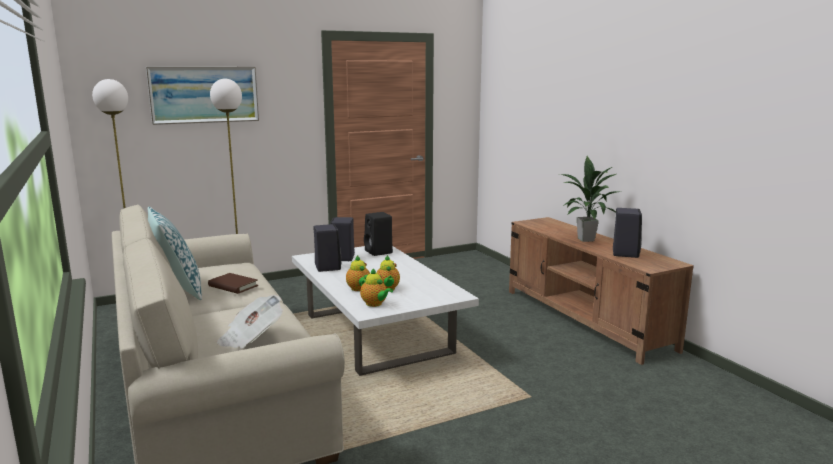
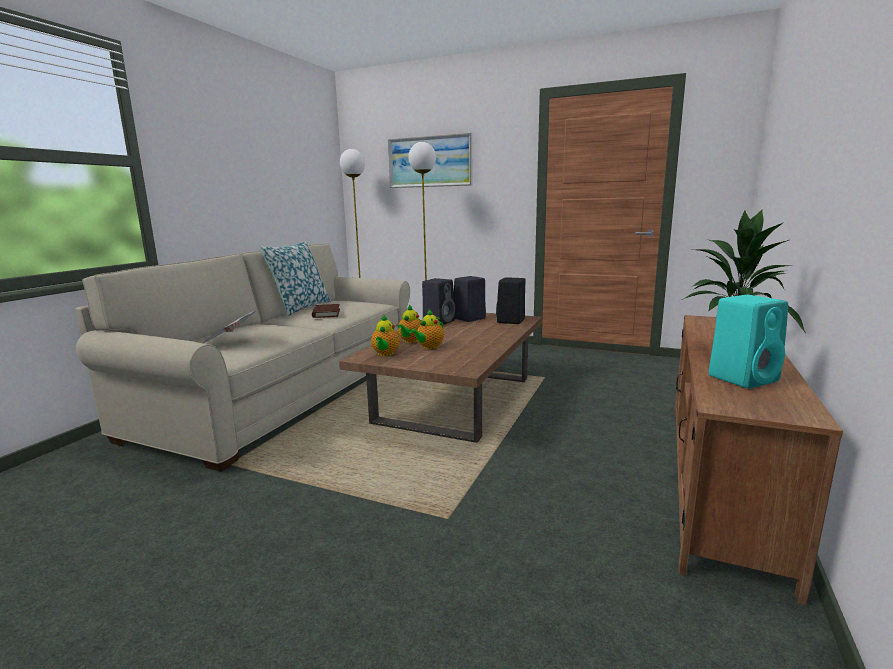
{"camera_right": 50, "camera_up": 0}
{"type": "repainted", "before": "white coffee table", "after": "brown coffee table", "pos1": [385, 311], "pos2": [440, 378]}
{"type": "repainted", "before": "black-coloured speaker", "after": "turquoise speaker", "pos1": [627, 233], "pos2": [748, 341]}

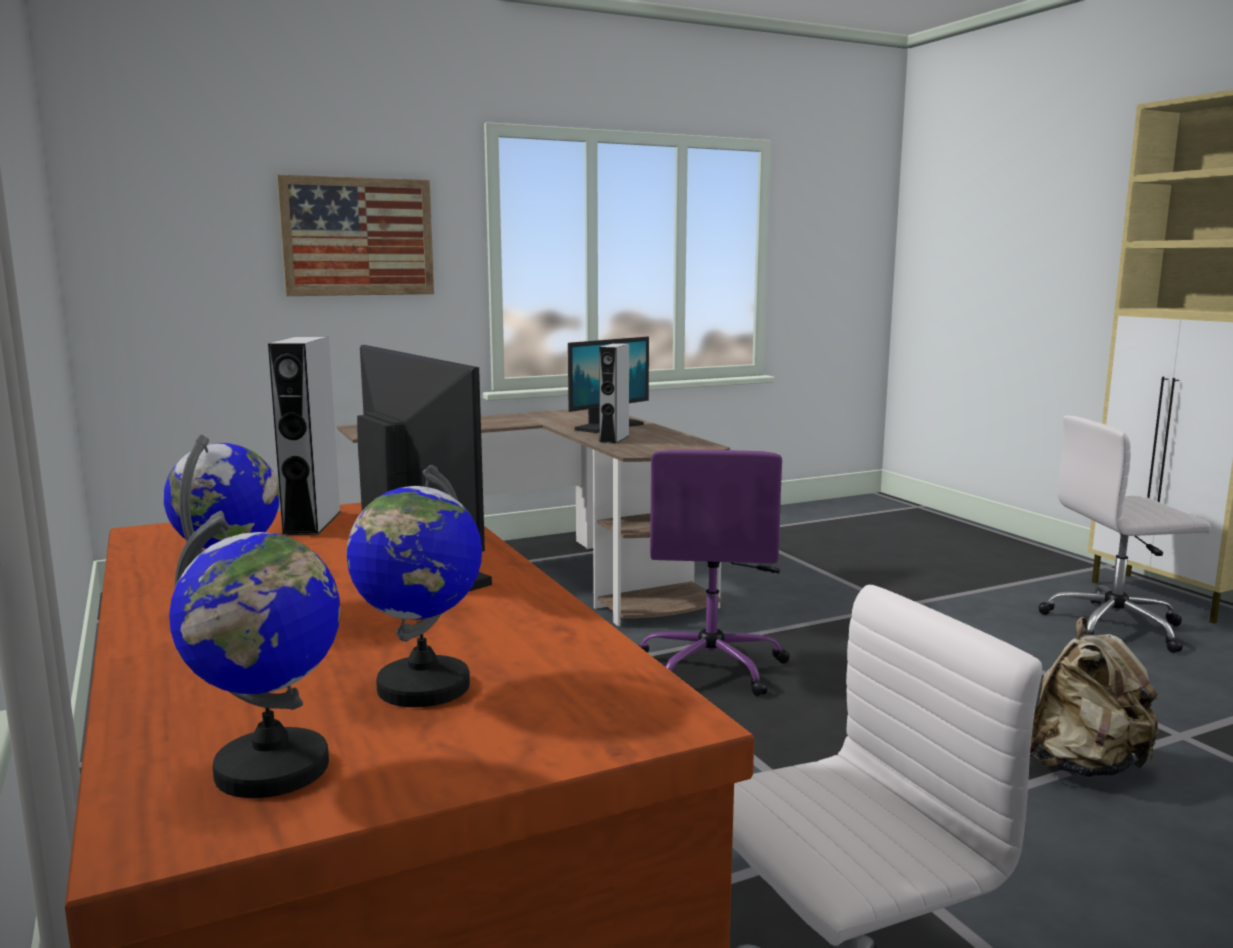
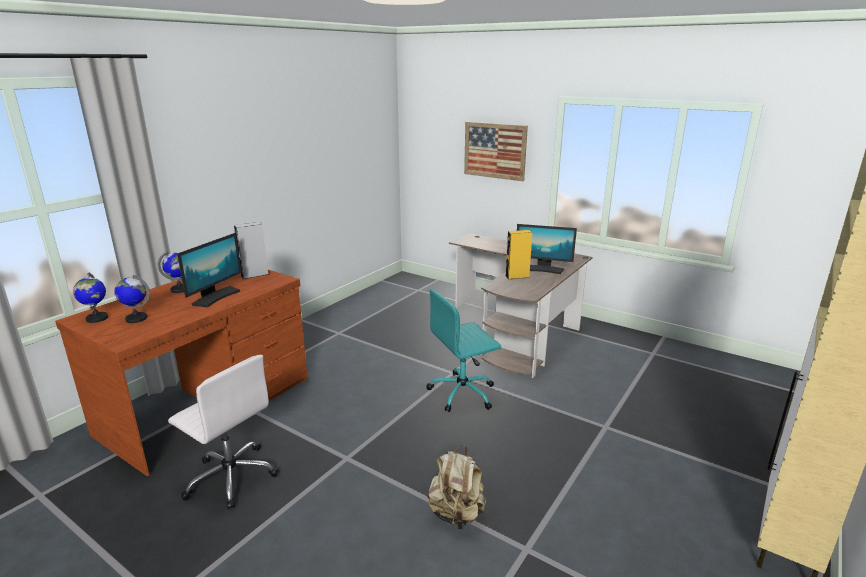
{"camera_right": 60, "camera_up": 10}
{"type": "gone", "before": "white computer chair", "pos1": [1125, 534]}
{"type": "repainted", "before": "gray speaker", "after": "yellowish speaker", "pos1": [614, 393], "pos2": [518, 254]}
{"type": "repainted", "before": "purplish computer chair", "after": "turquoise computer chair", "pos1": [714, 573], "pos2": [463, 351]}

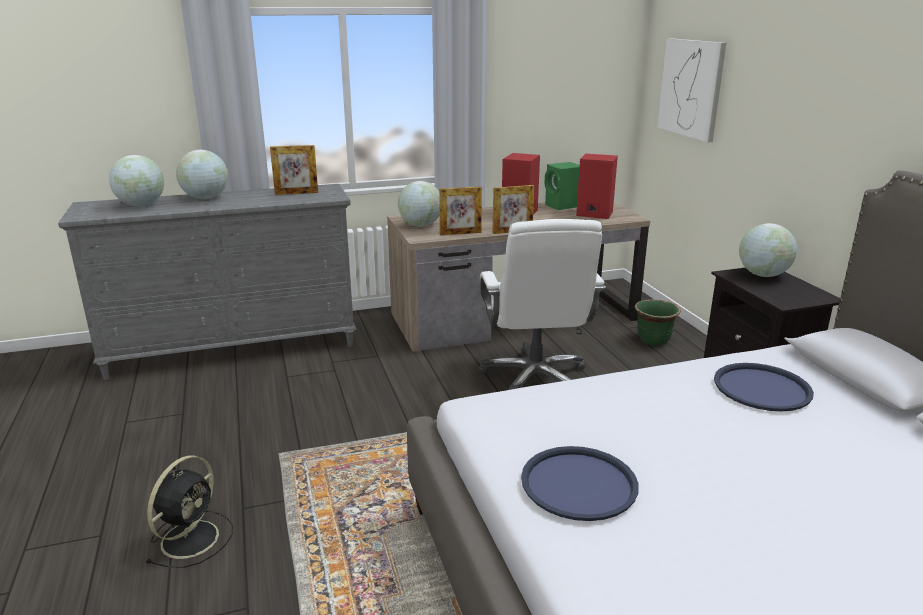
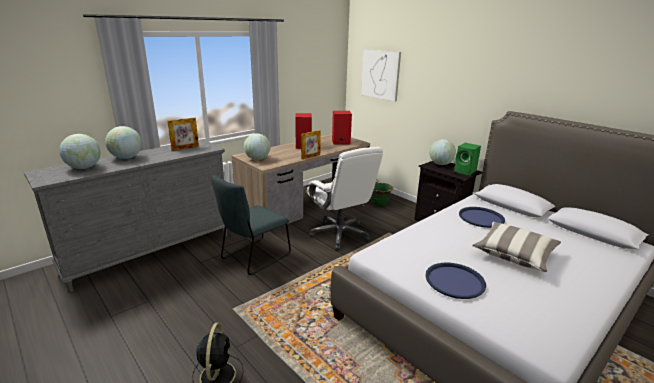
{"camera_right": -25, "camera_up": 0}
{"type": "gone", "before": "photo frame", "pos1": [460, 211]}
{"type": "new", "after": "gray plain chair", "pos2": [251, 225]}
{"type": "new", "after": "throw pillow", "pos2": [516, 247]}
{"type": "shifted", "before": "green speaker", "pos1": [562, 186], "pos2": [467, 159]}

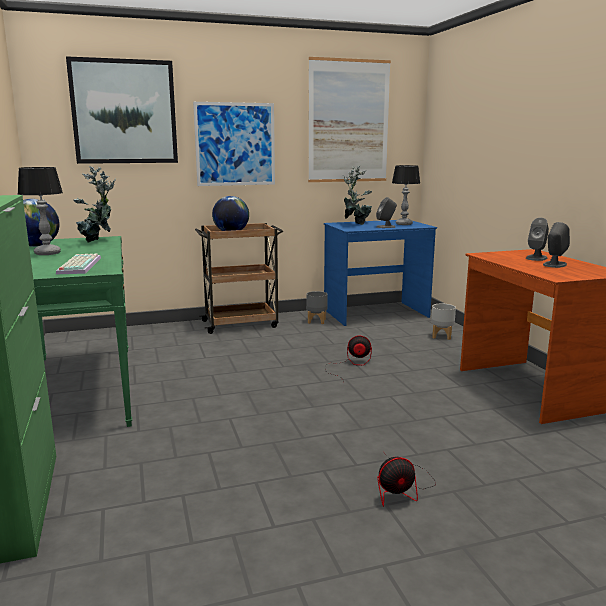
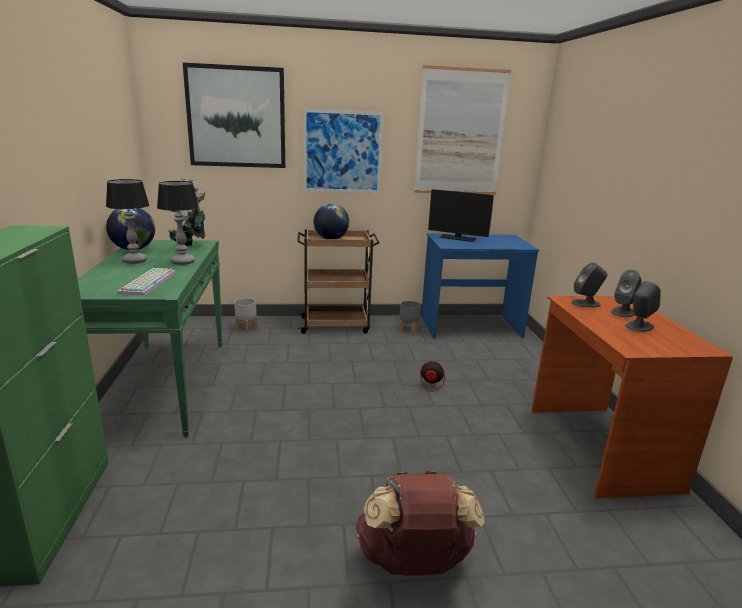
{"camera_right": 10, "camera_up": 5}
{"type": "shifted", "before": "gray speaker", "pos1": [386, 212], "pos2": [589, 284]}
{"type": "shifted", "before": "tabletop lamp", "pos1": [406, 195], "pos2": [178, 223]}
{"type": "shifted", "before": "gray flower pot", "pos1": [443, 322], "pos2": [245, 315]}
{"type": "swapped", "before": "plant in a pot", "after": "monitor", "pos1": [357, 195], "pos2": [461, 215]}
{"type": "swapped", "before": "electric fan", "after": "brown knapsack", "pos1": [406, 480], "pos2": [420, 523]}

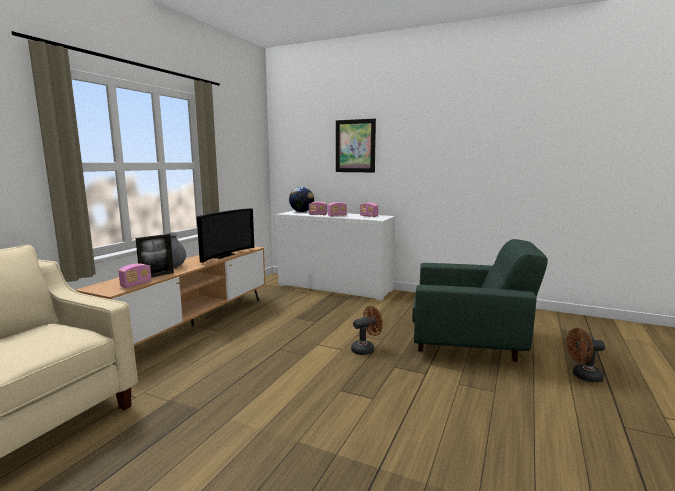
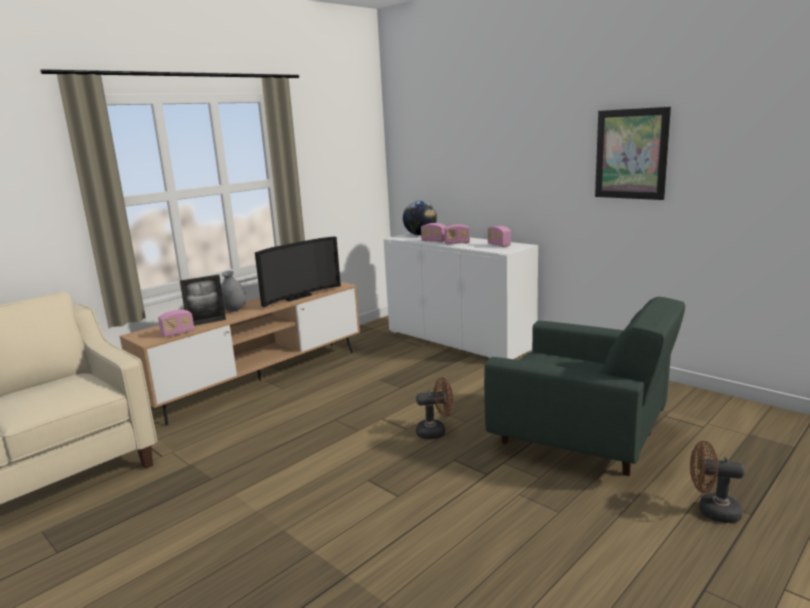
{"camera_right": 20, "camera_up": 5}
{"type": "shifted", "before": "wall picture", "pos1": [356, 145], "pos2": [633, 153]}

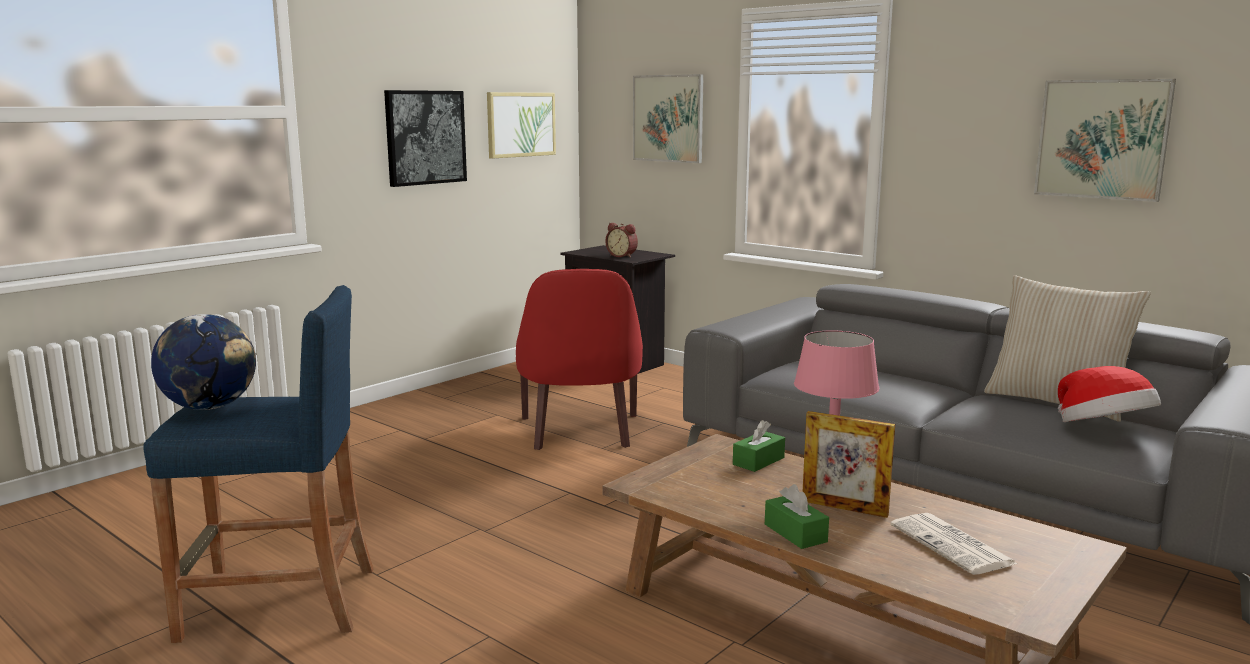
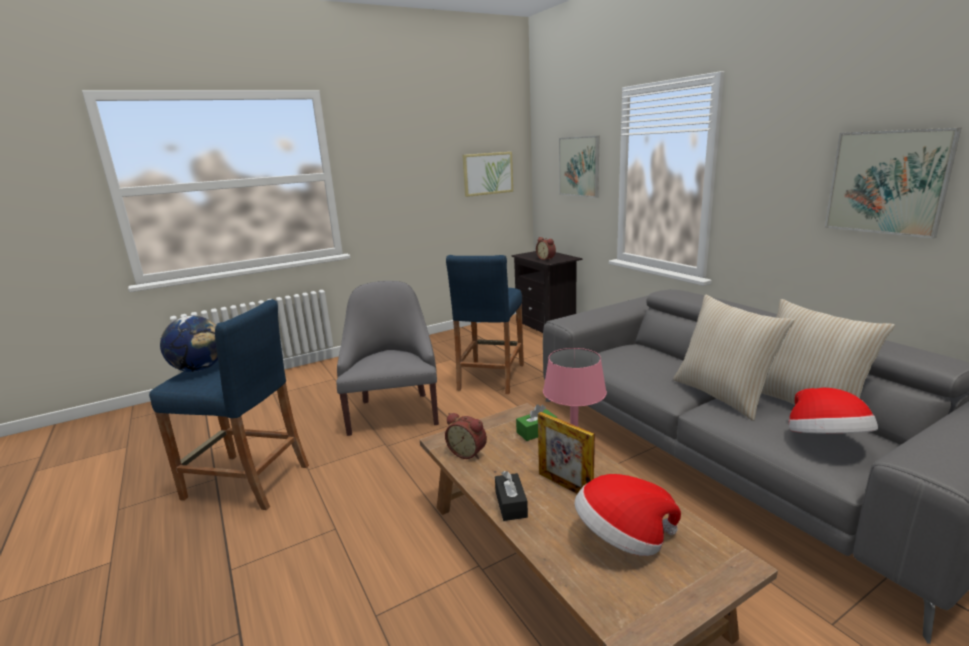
{"camera_right": 20, "camera_up": 5}
{"type": "gone", "before": "wall picture", "pos1": [425, 138]}
{"type": "new", "after": "gray armchair", "pos2": [387, 358]}
{"type": "new", "after": "table clock", "pos2": [466, 436]}
{"type": "new", "after": "sand-coloured throw pillow", "pos2": [734, 357]}
{"type": "swapped", "before": "red armchair", "after": "blue sitting stool", "pos1": [579, 359], "pos2": [485, 324]}
{"type": "swapped", "before": "newspaper", "after": "wearable hat", "pos1": [953, 544], "pos2": [628, 515]}
{"type": "repainted", "before": "green tissue box", "after": "black-coloured tissue box", "pos1": [797, 516], "pos2": [511, 496]}

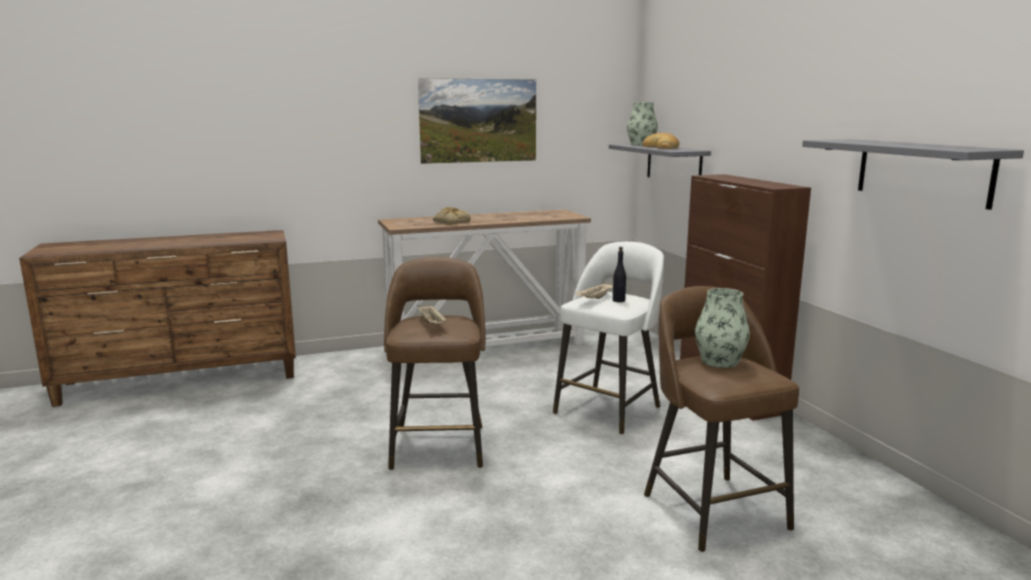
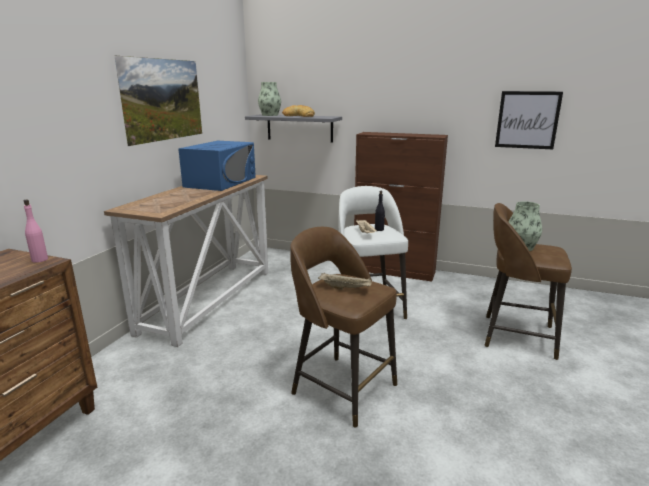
{"camera_right": -50, "camera_up": 5}
{"type": "gone", "before": "bread", "pos1": [452, 215]}
{"type": "new", "after": "pink-coloured drink bottle", "pos2": [36, 231]}
{"type": "new", "after": "blue kitchen microwave", "pos2": [217, 166]}
{"type": "swapped", "before": "gray bracket shelf", "after": "wall picture", "pos1": [913, 174], "pos2": [529, 120]}

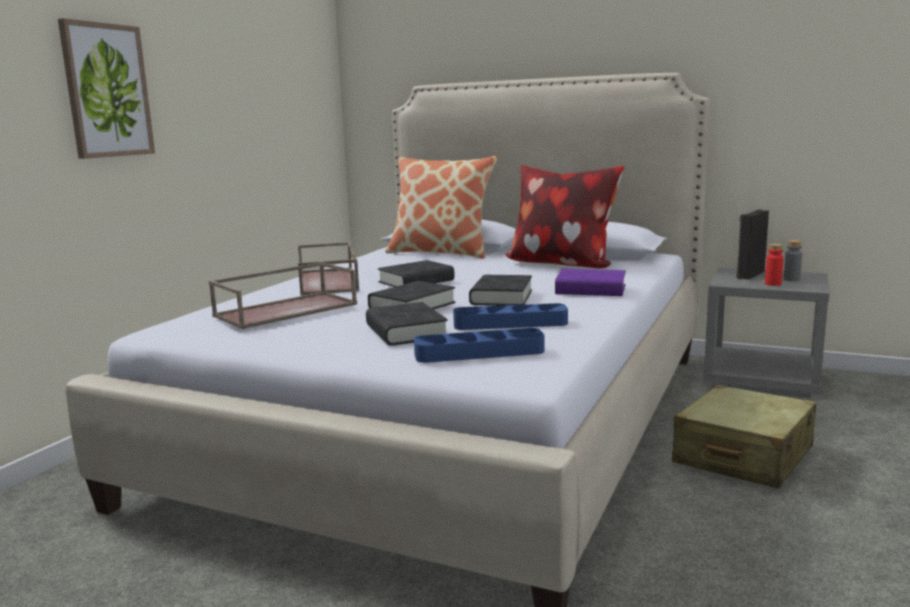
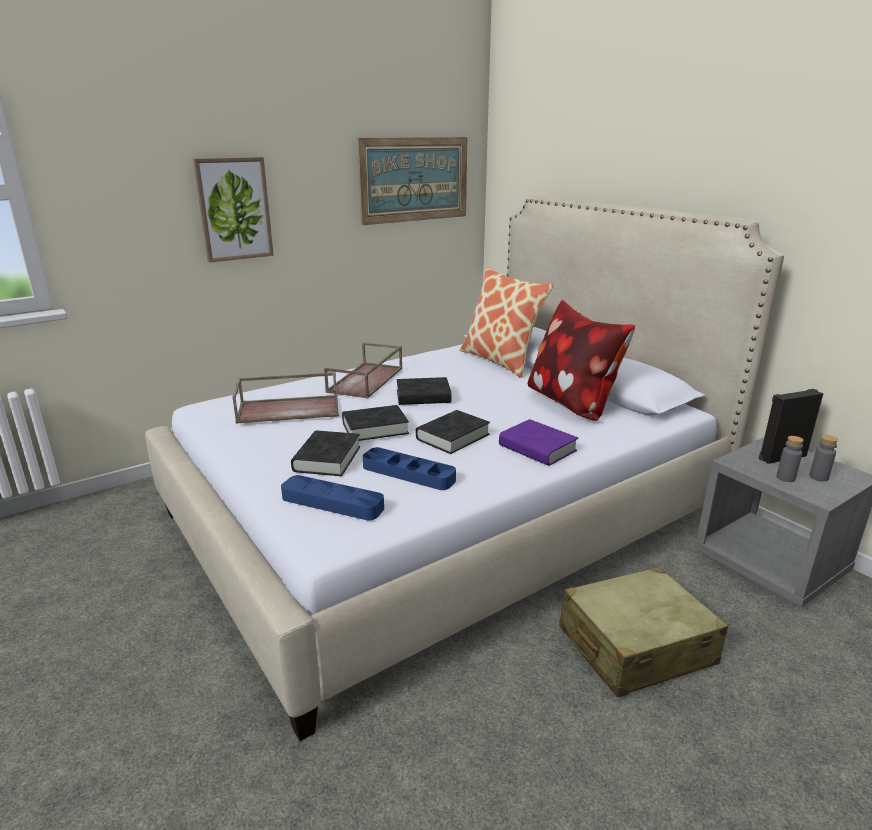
{"camera_right": 30, "camera_up": 10}
{"type": "new", "after": "wall picture", "pos2": [412, 181]}
{"type": "repainted", "before": "red drink bottle", "after": "gray drink bottle", "pos1": [774, 265], "pos2": [790, 459]}

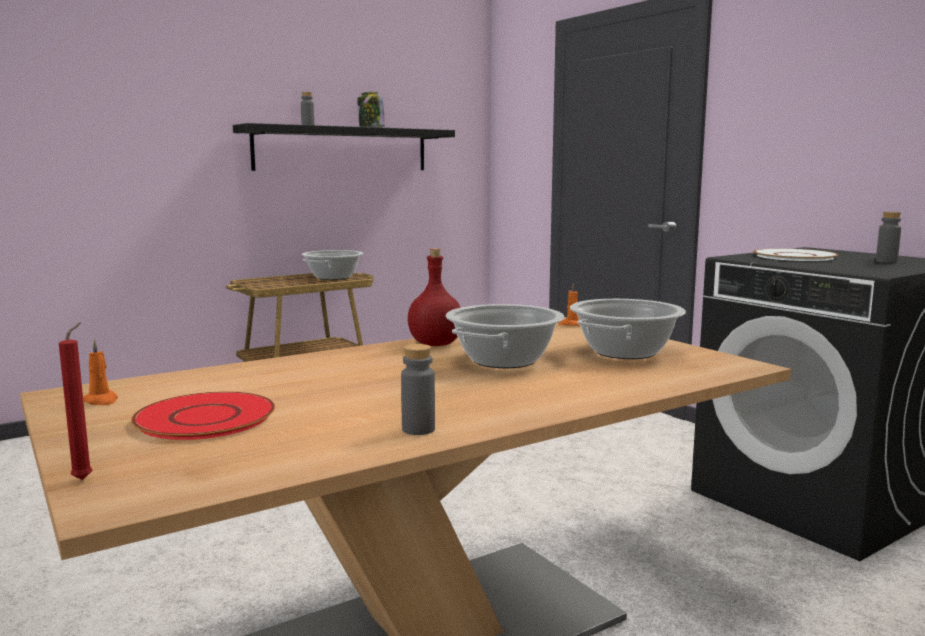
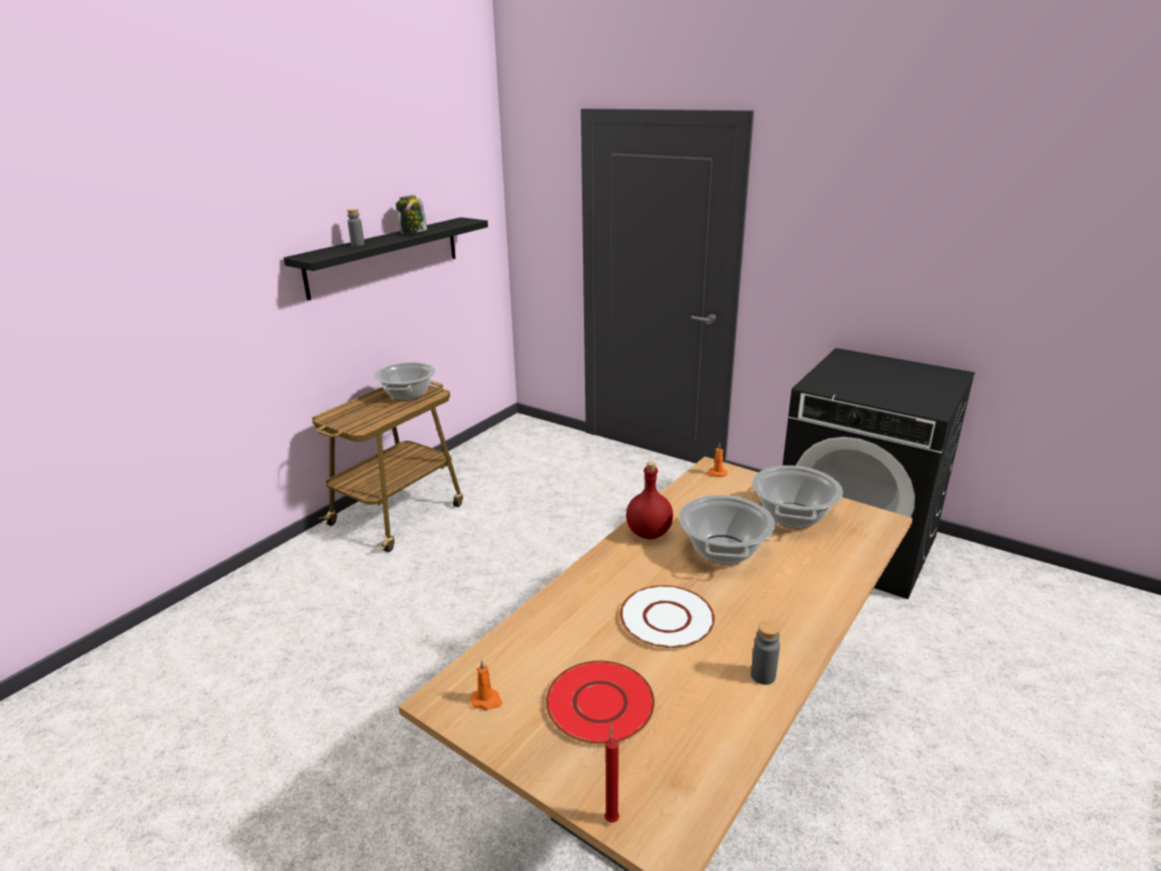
{"camera_right": -20, "camera_up": 15}
{"type": "gone", "before": "gray drink bottle", "pos1": [888, 237]}
{"type": "shifted", "before": "white flat dish", "pos1": [795, 255], "pos2": [667, 616]}

